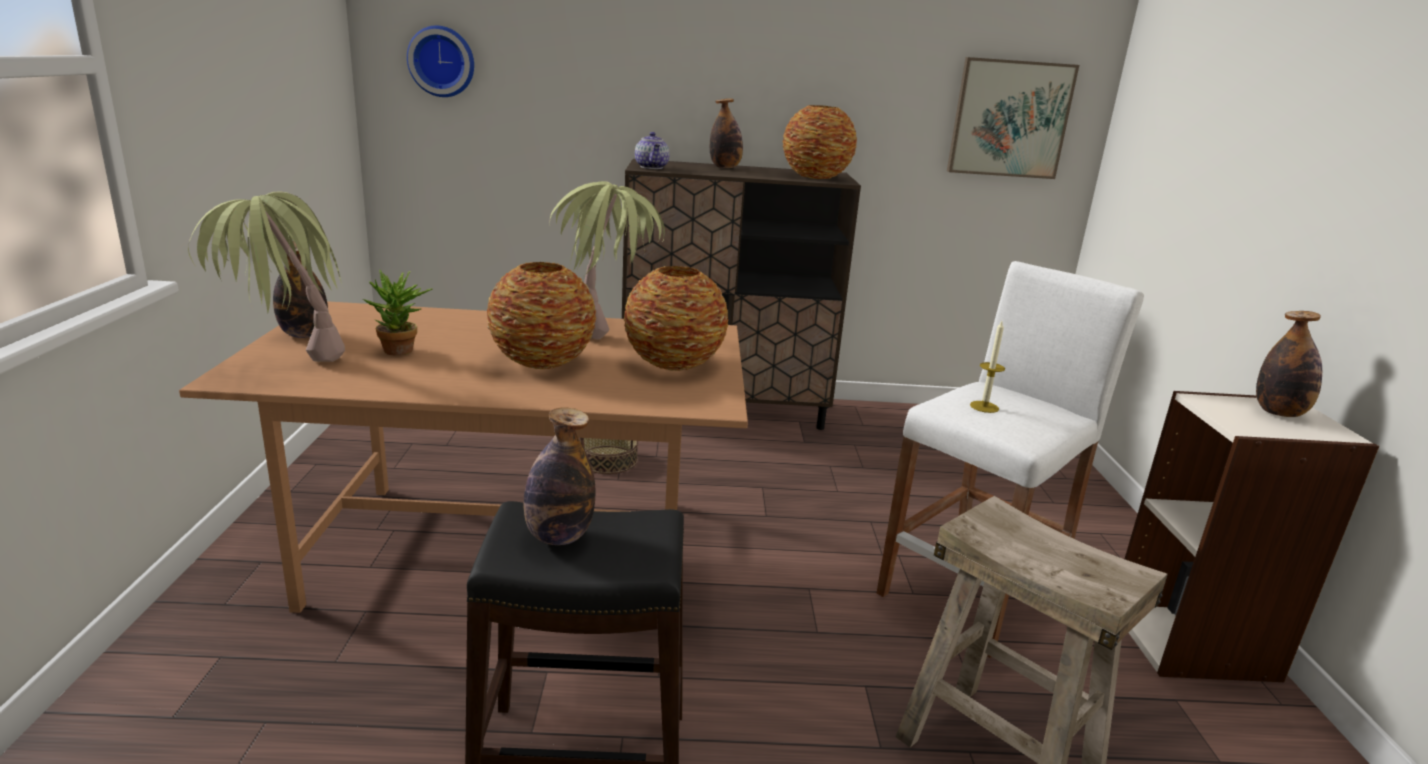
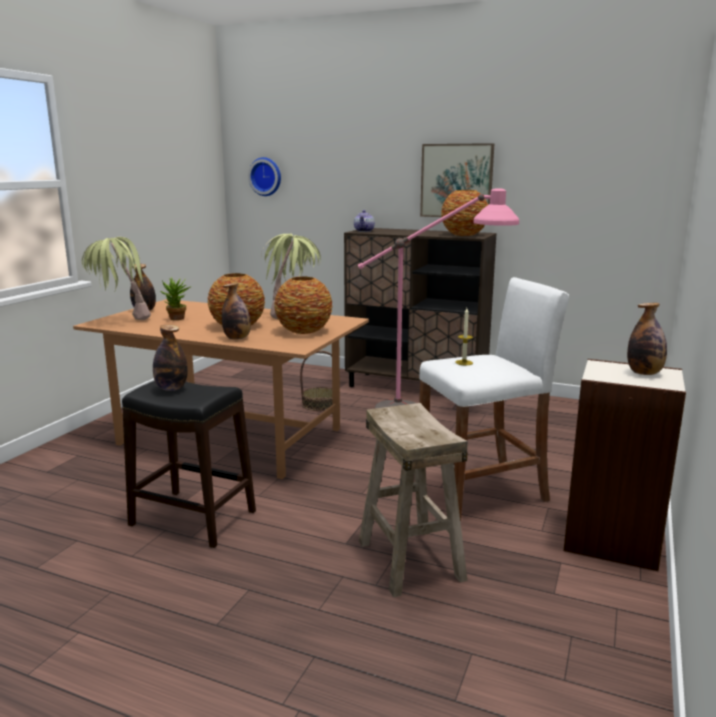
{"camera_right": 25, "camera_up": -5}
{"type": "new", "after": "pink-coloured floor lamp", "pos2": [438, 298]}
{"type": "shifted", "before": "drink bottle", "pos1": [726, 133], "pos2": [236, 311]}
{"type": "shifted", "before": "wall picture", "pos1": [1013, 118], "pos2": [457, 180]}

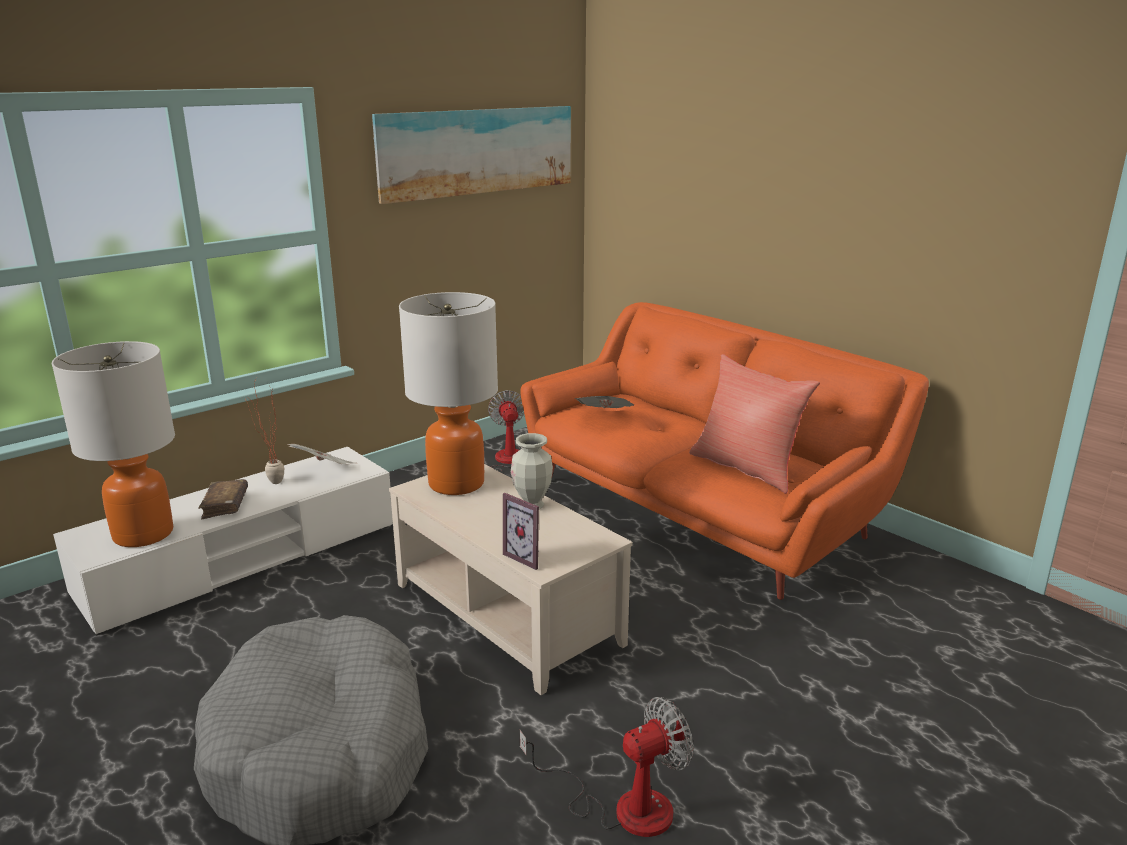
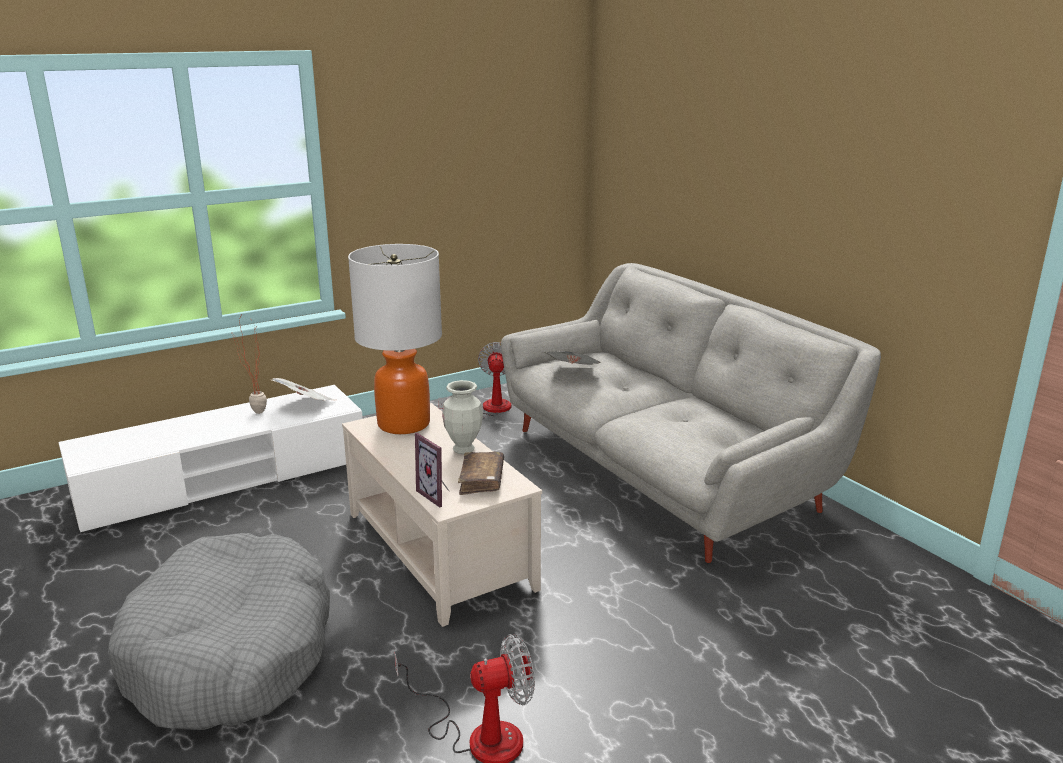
{"camera_right": 10, "camera_up": 0}
{"type": "gone", "before": "tabletop lamp", "pos1": [113, 444]}
{"type": "gone", "before": "wall picture", "pos1": [471, 155]}
{"type": "gone", "before": "red throw pillow", "pos1": [754, 424]}
{"type": "shifted", "before": "brown book", "pos1": [223, 499], "pos2": [481, 473]}
{"type": "repainted", "before": "orange settee", "after": "gray settee", "pos1": [724, 451], "pos2": [691, 413]}

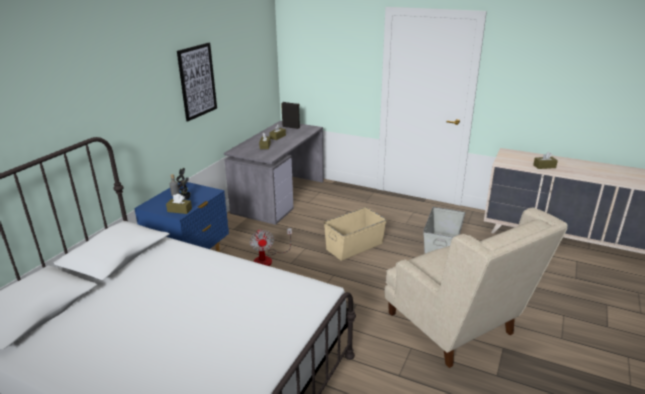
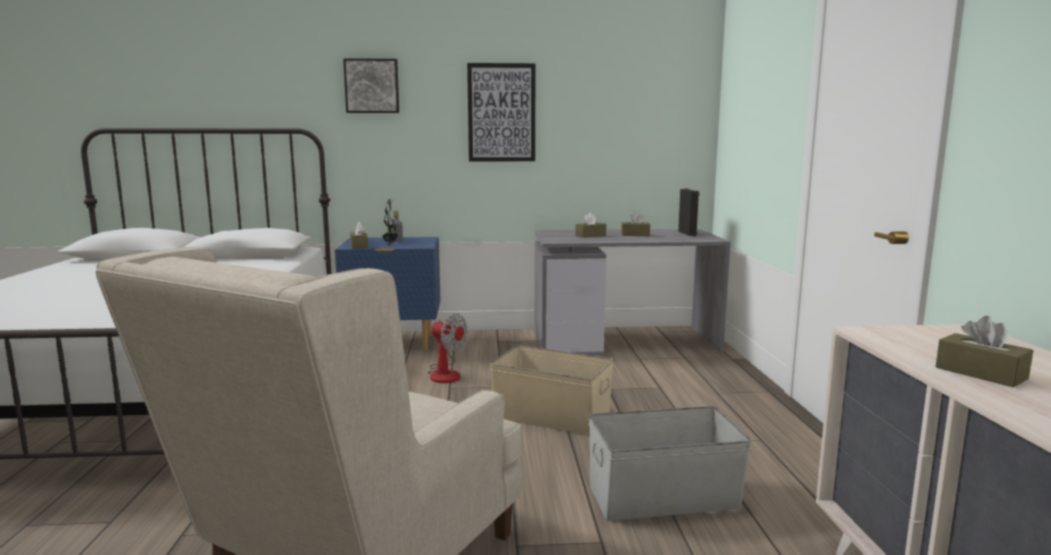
{"camera_right": 60, "camera_up": -15}
{"type": "new", "after": "wall picture", "pos2": [371, 85]}
{"type": "rotated", "before": "electric fan", "pos1": [271, 247], "pos2": [447, 348], "turn": -105}

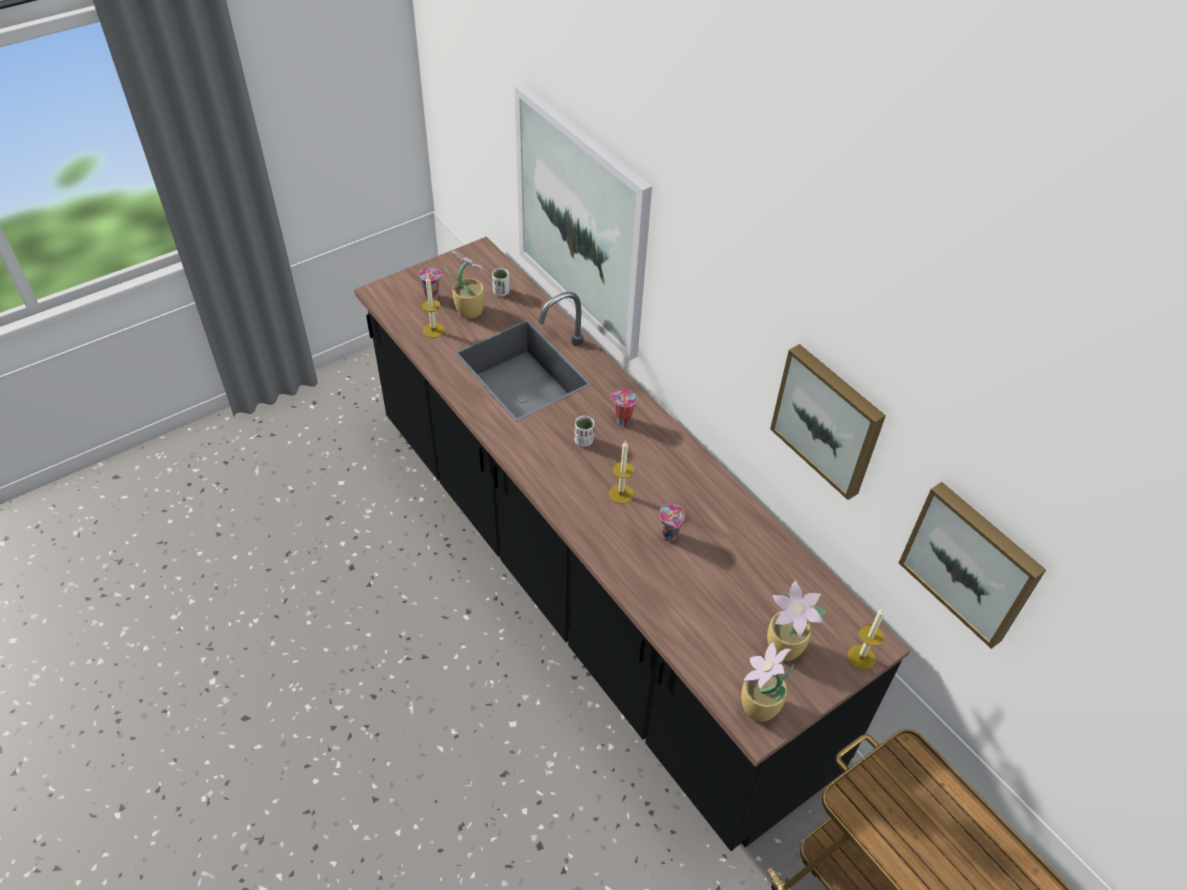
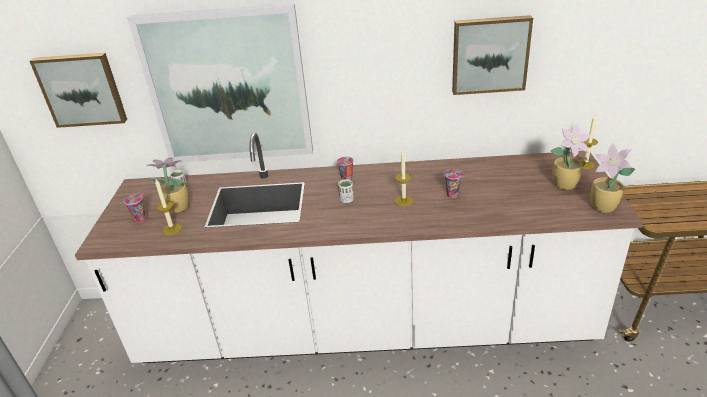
{"camera_right": -50, "camera_up": -15}
{"type": "shifted", "before": "wall picture", "pos1": [972, 565], "pos2": [78, 90]}
{"type": "repainted", "before": "black-coloured kitchen counter", "after": "white kitchen counter", "pos1": [632, 543], "pos2": [359, 248]}

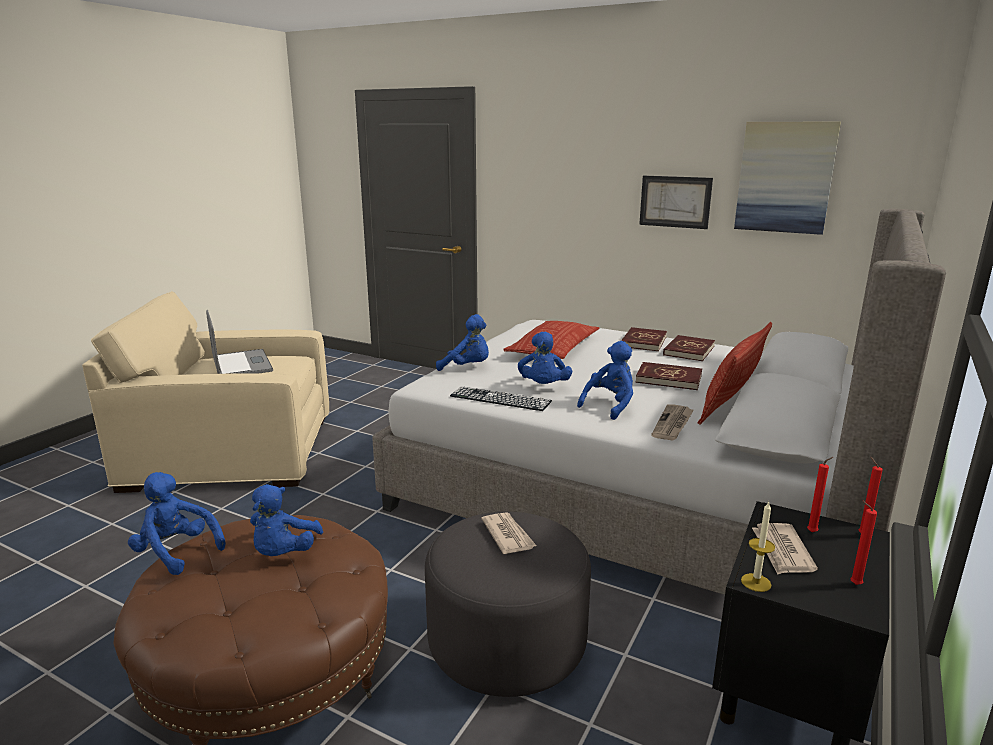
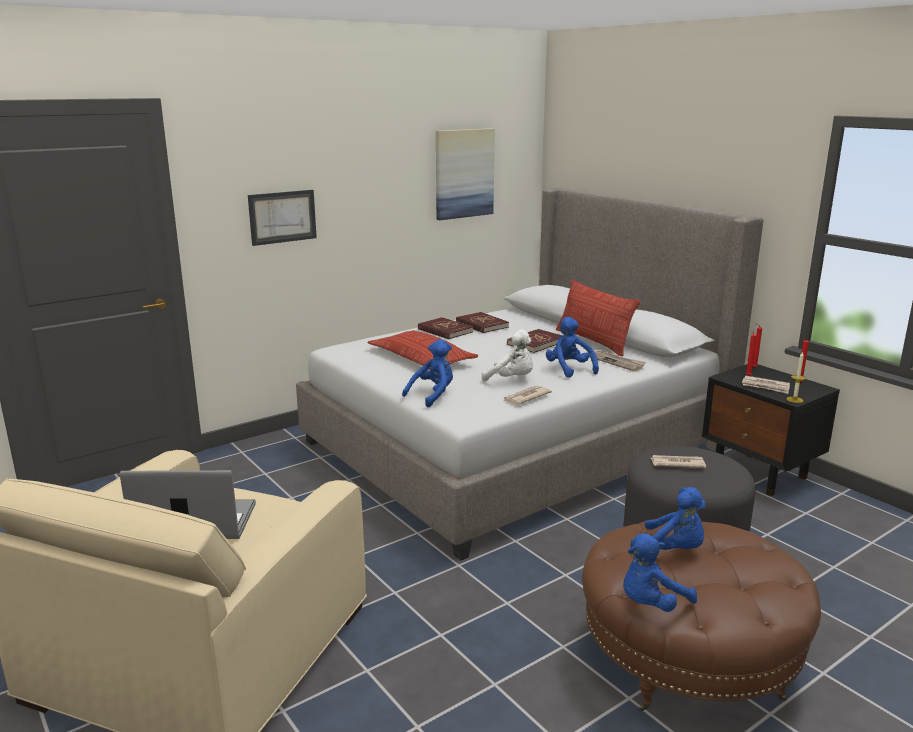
{"camera_right": -65, "camera_up": 0}
{"type": "shifted", "before": "wall picture", "pos1": [676, 202], "pos2": [282, 218]}
{"type": "swapped", "before": "keyboard", "after": "newspaper", "pos1": [501, 398], "pos2": [527, 395]}
{"type": "repainted", "before": "blue plush toy", "after": "white plush toy", "pos1": [545, 358], "pos2": [507, 355]}

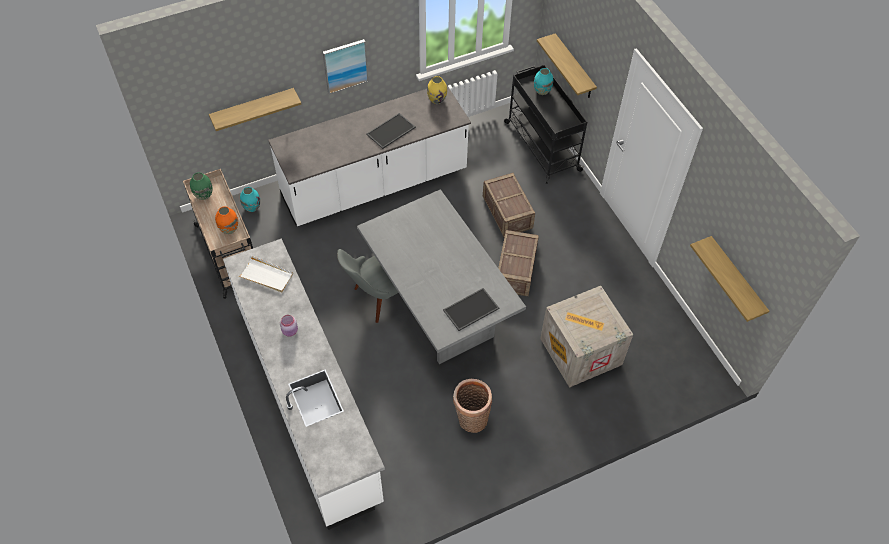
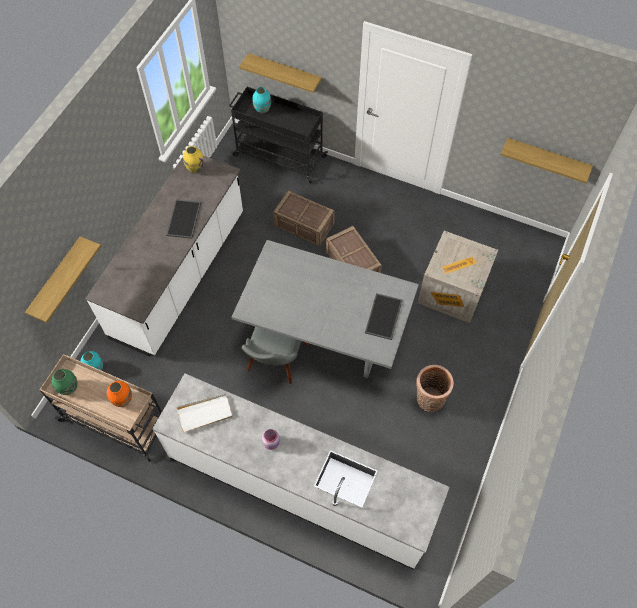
{"camera_right": -40, "camera_up": 5}
{"type": "gone", "before": "wall picture", "pos1": [345, 66]}

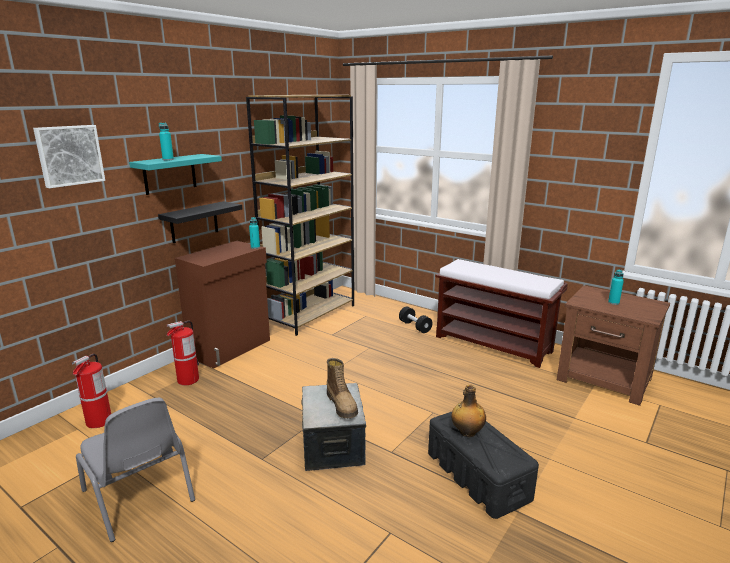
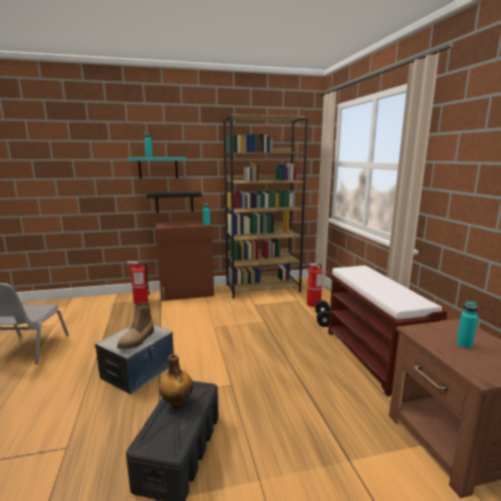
{"camera_right": 40, "camera_up": -5}
{"type": "gone", "before": "wall picture", "pos1": [69, 156]}
{"type": "shifted", "before": "fire-fighting cylinder", "pos1": [91, 391], "pos2": [315, 285]}

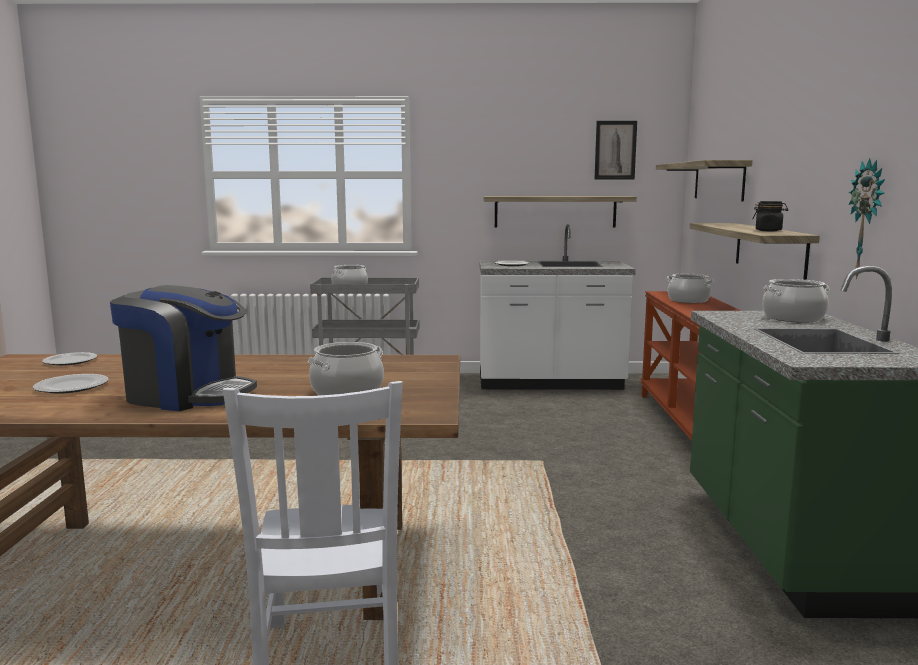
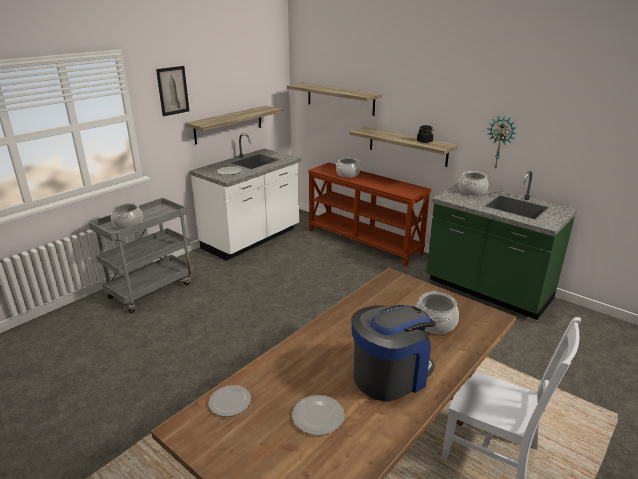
{"camera_right": -50, "camera_up": 15}
{"type": "shifted", "before": "wall picture", "pos1": [616, 150], "pos2": [172, 91]}

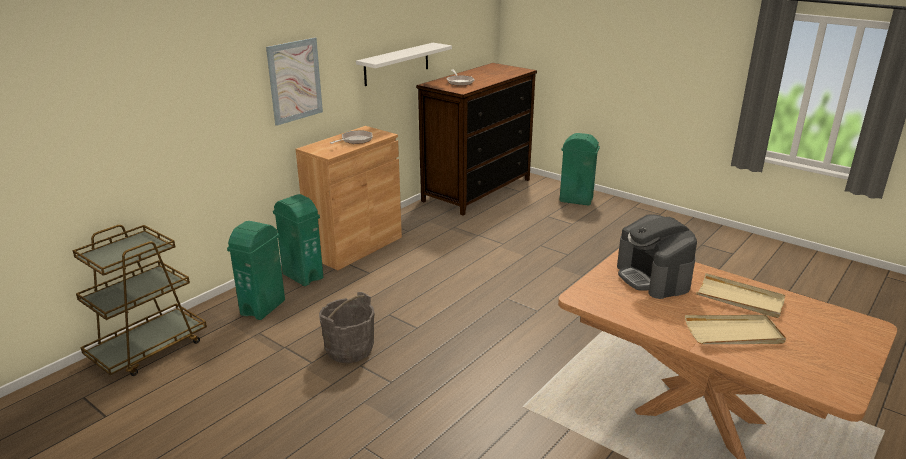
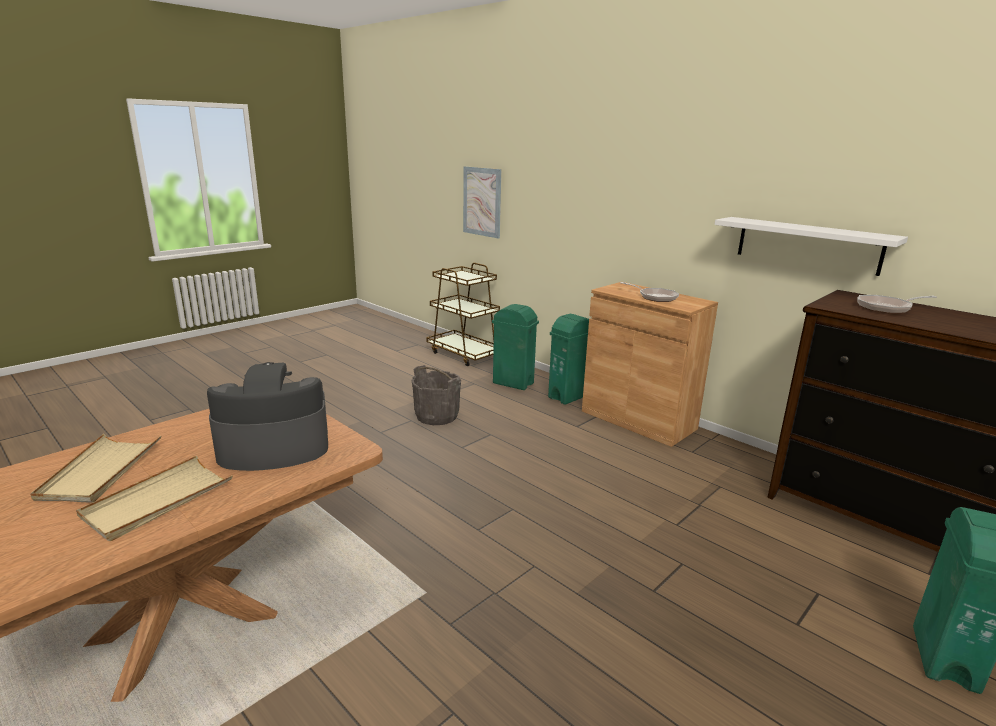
{"camera_right": 95, "camera_up": -5}
{"type": "shifted", "before": "wall picture", "pos1": [294, 81], "pos2": [482, 202]}

